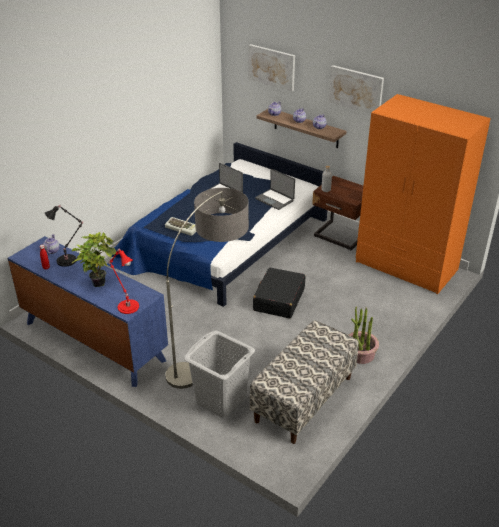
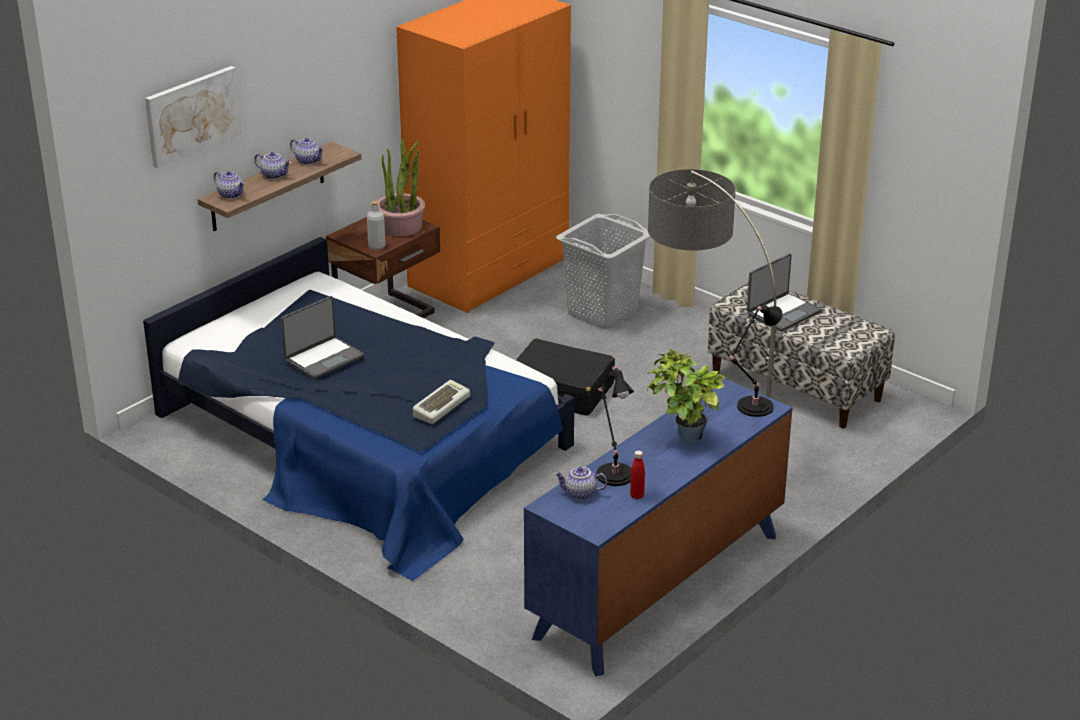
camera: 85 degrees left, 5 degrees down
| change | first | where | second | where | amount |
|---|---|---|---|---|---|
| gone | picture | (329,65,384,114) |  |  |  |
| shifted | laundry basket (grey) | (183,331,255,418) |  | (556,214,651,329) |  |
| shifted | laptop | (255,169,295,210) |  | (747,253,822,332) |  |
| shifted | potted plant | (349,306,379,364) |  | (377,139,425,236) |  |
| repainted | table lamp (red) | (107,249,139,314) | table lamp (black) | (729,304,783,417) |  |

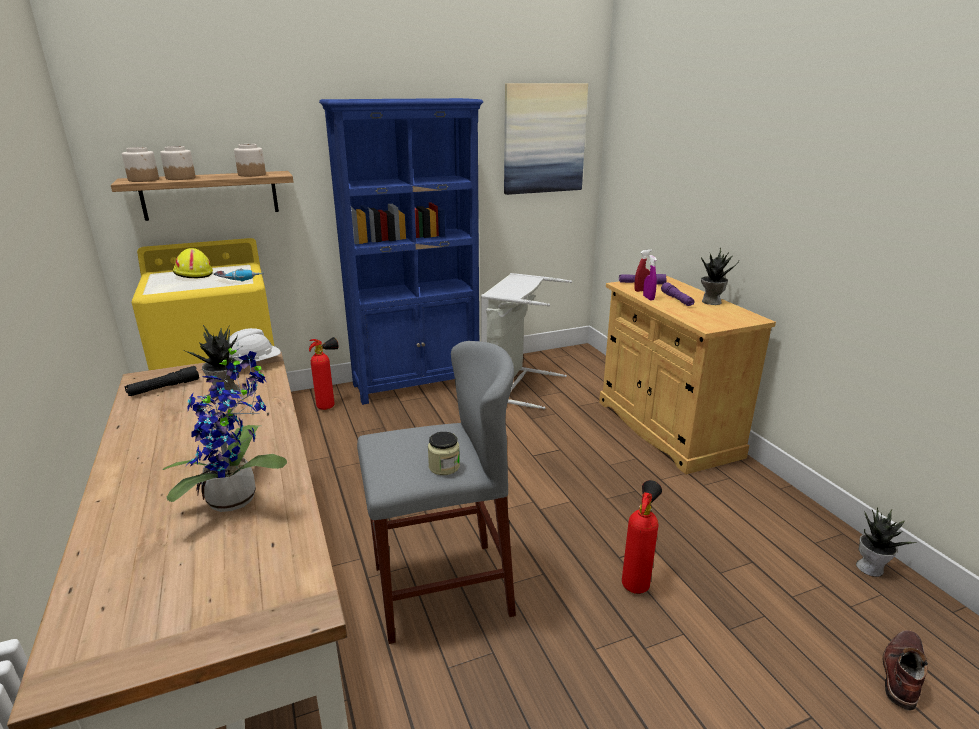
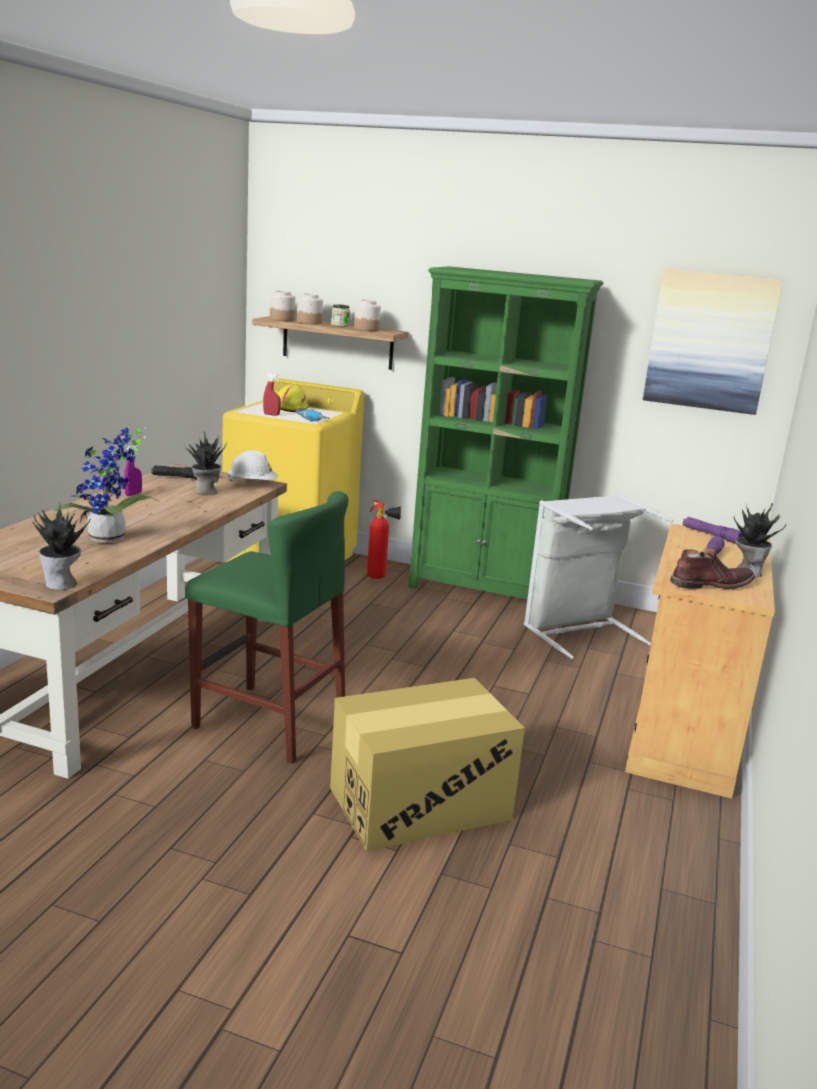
camera: 40 degrees right, 5 degrees down
| change | first | where | second | where | amount |
|---|---|---|---|---|---|
| shifted | jar | (428,432,460,475) |  | (331,304,350,327) |  |
| shifted | spray bottle (red) | (634,249,652,292) |  | (263,373,281,416) |  |
| shifted | spray bottle (purple) | (643,255,657,300) |  | (124,445,142,496) |  |
| shifted | potted plant | (856,508,918,577) |  | (33,502,91,590) |  |
| shifted | boot (brown) | (883,630,928,711) |  | (670,548,755,589) |  |
| swapped | fire extinguisher | (622,480,662,594) | cardboard box | (330,678,525,851) |  |
| repainted | bookcase (blue) | (319,98,483,405) | bookcase (green) | (408,266,604,599) |  |
| repainted | stool (grey) | (357,341,516,644) | stool (green) | (185,491,348,764) |  |

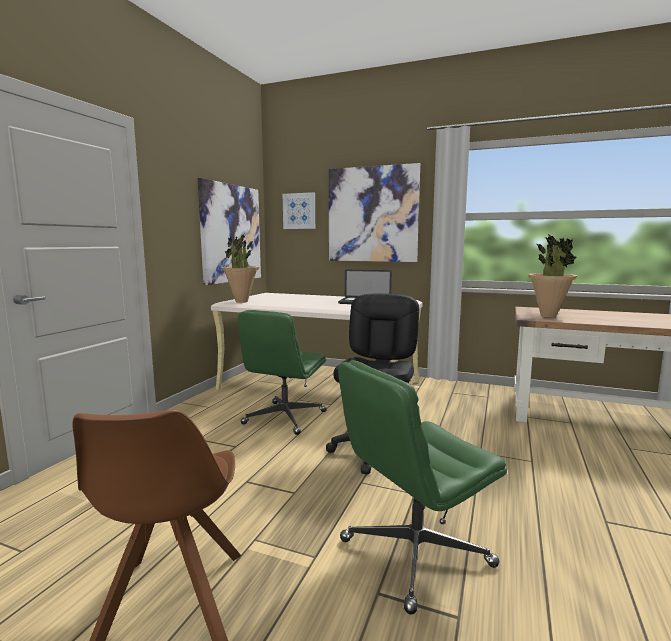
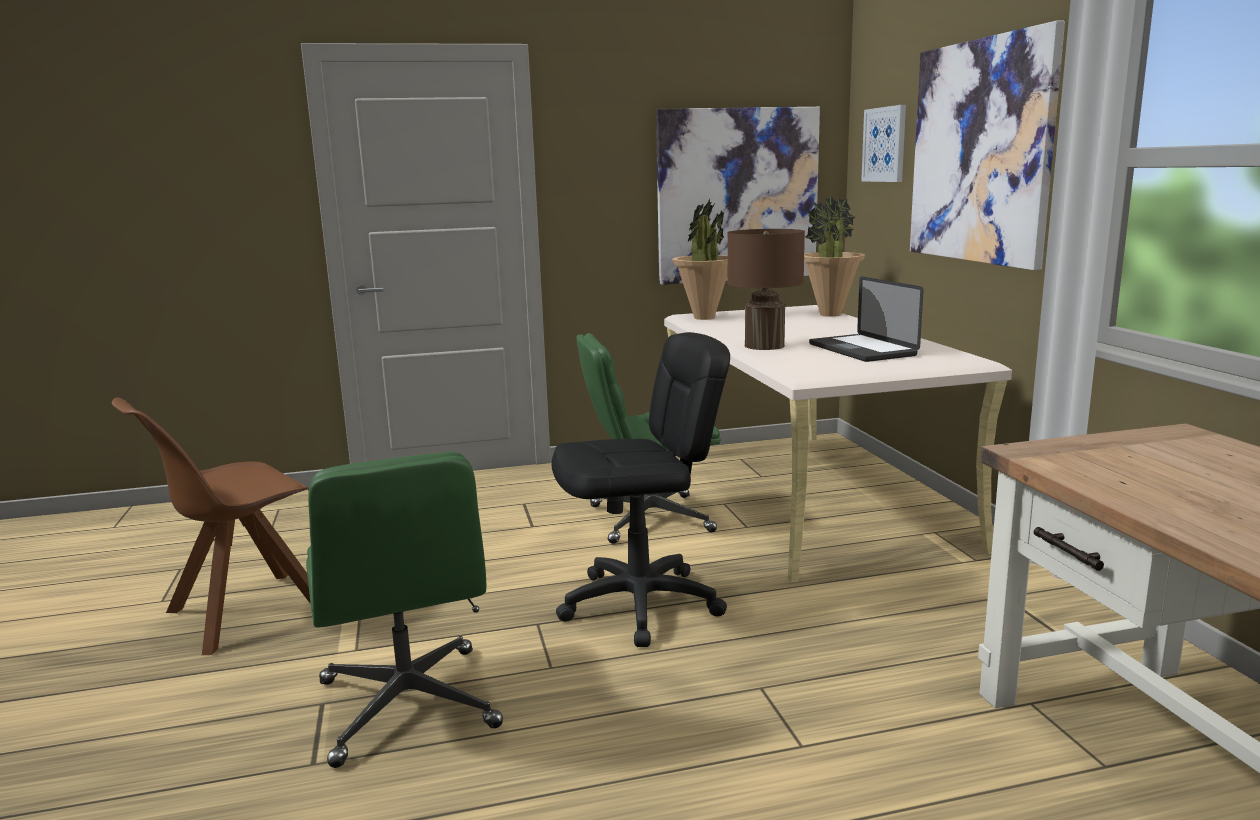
camera: 55 degrees right, 5 degrees up
| change | first | where | second | where | amount |
|---|---|---|---|---|---|
| new |  |  | table lamp (brown) | (727,229,805,350) |  |
| shifted | potted plant | (528,234,577,317) |  | (804,194,865,317) |  |
| rotated | office chair (green) | (338,360,507,615) |  | (306,452,503,768) | 135 degrees counterclockwise |

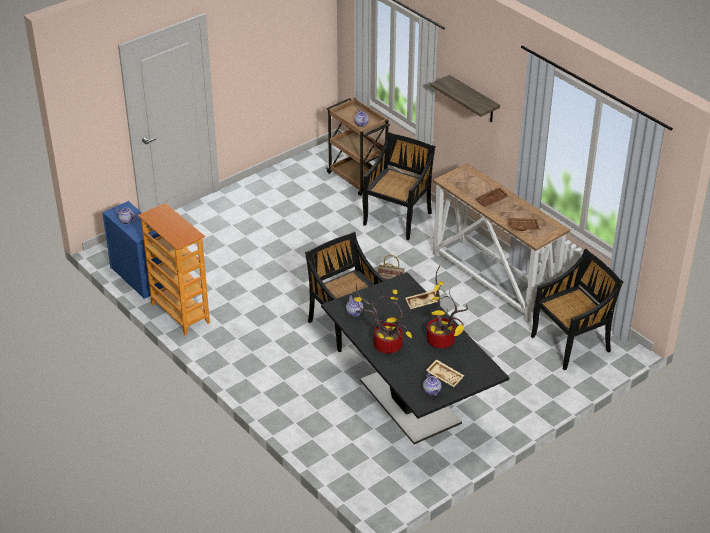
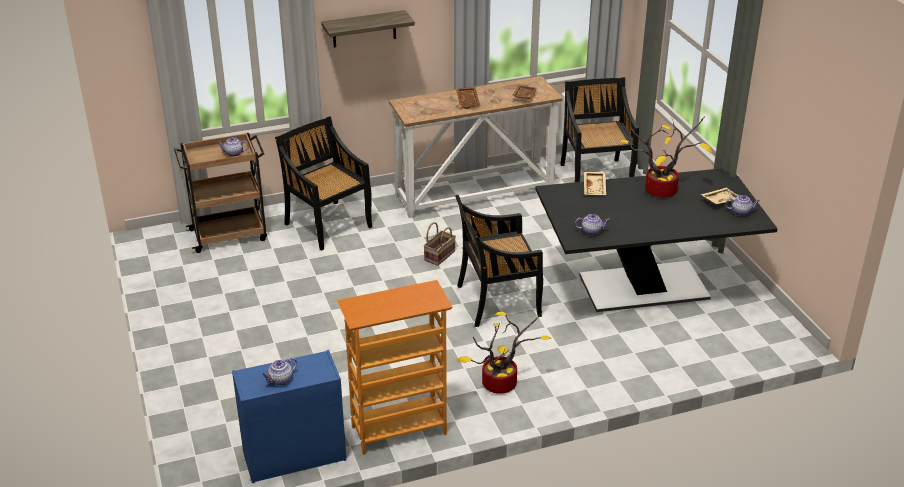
camera: 70 degrees left, 5 degrees down
| change | first | where | second | where | amount |
|---|---|---|---|---|---|
| shifted | potted plant | (354,283,412,353) |  | (456,312,551,394) |  |

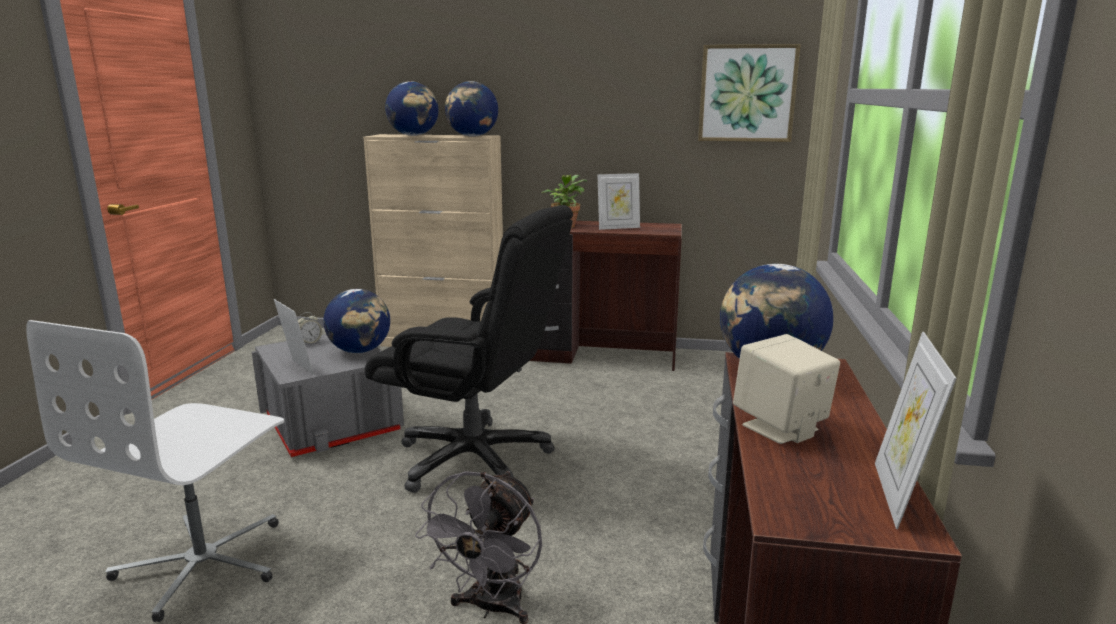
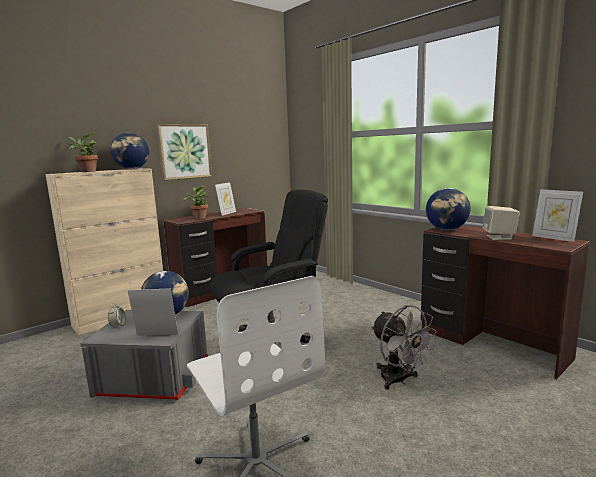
camera: 50 degrees left, 5 degrees down
| change | first | where | second | where | amount |
|---|---|---|---|---|---|
| shifted | picture | (698,44,801,142) |  | (157,124,212,180) |  |
| swapped | globe | (385,81,438,136) | potted plant | (66,133,99,172) |  |

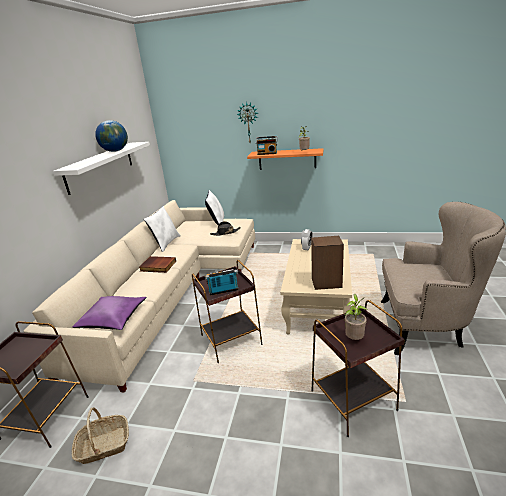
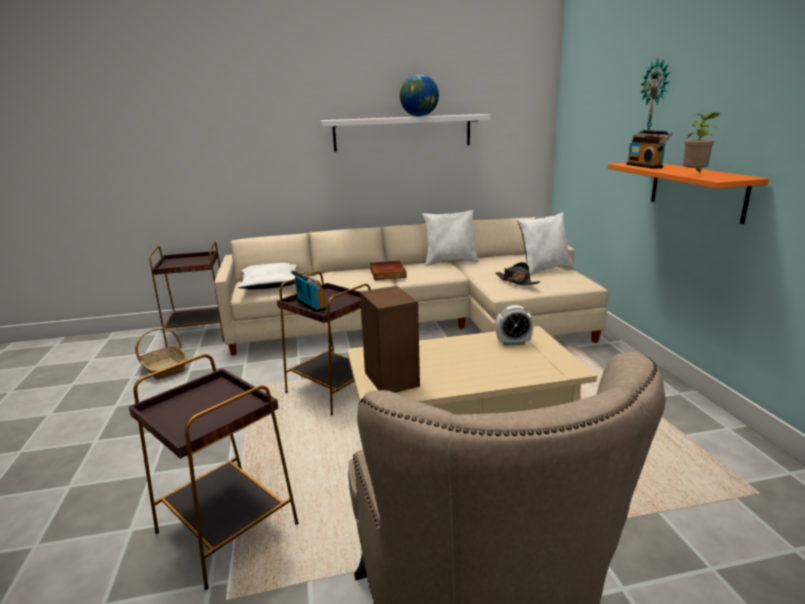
camera: 65 degrees right, 5 degrees down
| change | first | where | second | where | amount |
|---|---|---|---|---|---|
| gone | potted plant | (344,294,367,340) |  |  |  |
| repainted | pillow (purple) | (73,296,146,330) | pillow (white) | (237,263,297,290) |  |

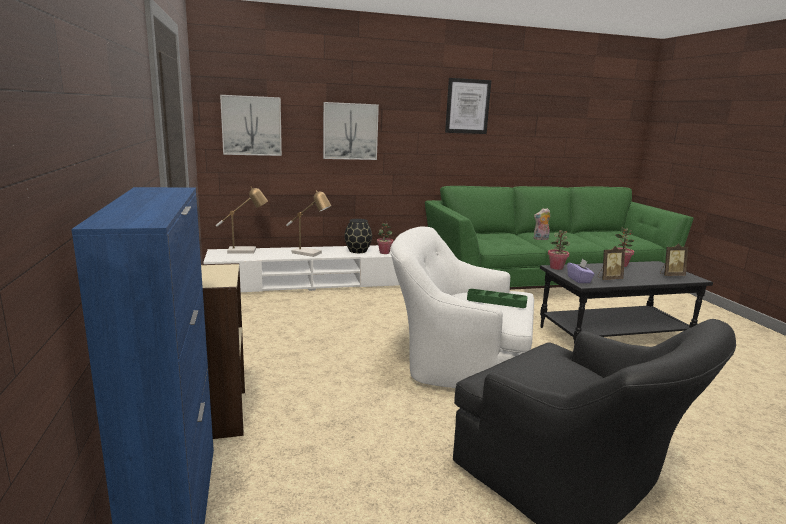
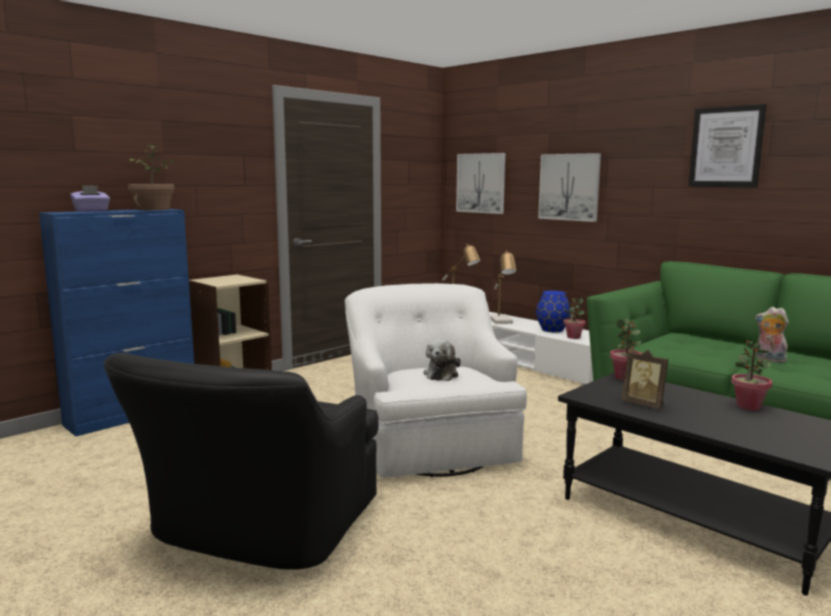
camera: 60 degrees right, 5 degrees down
| change | first | where | second | where | amount |
|---|---|---|---|---|---|
| gone | picture frame | (660,244,688,276) |  |  |  |
| new |  |  | potted plant | (128,143,175,210) |  |
| shifted | tissue box (purple) | (567,259,595,283) |  | (70,185,110,212) |  |
| swapped | tray (green) | (467,289,527,308) | plush toy | (423,339,461,381) |  |
| repainted | vase (black) | (344,219,372,253) | vase (blue) | (536,291,570,333) |  |

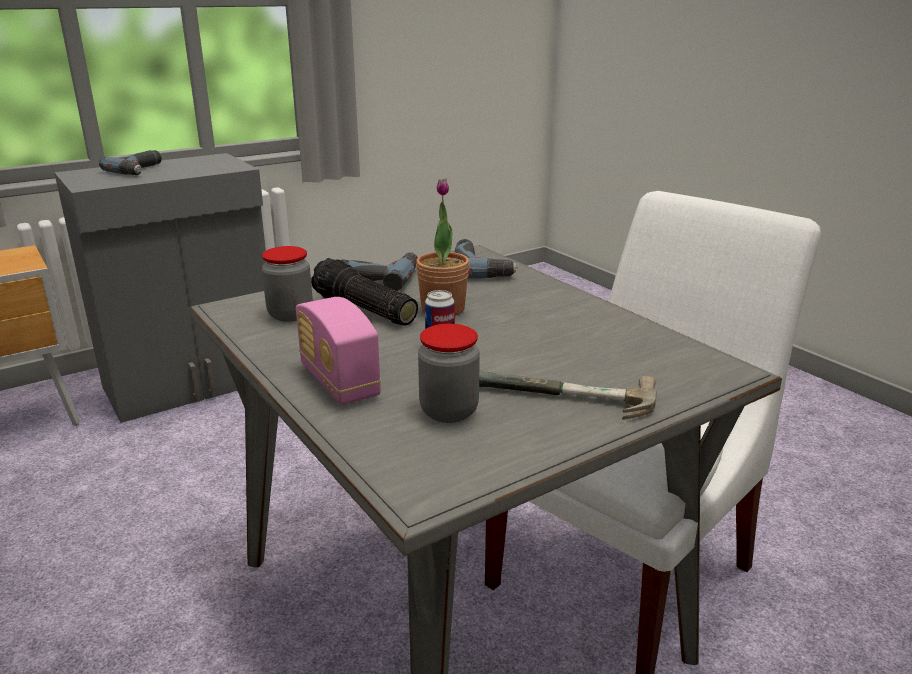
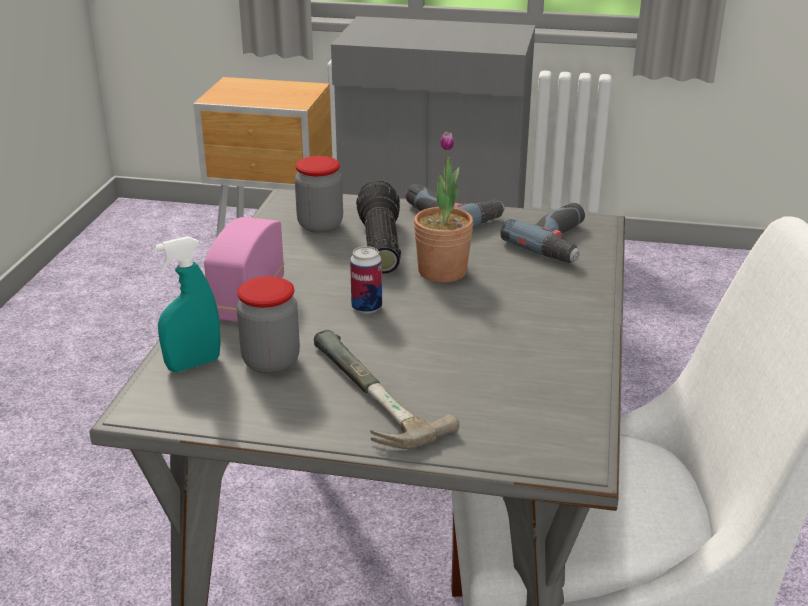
camera: 45 degrees right, 5 degrees up
| change | first | where | second | where | amount |
|---|---|---|---|---|---|
| gone | power drill | (99,150,162,175) |  |  |  |
| new |  |  | spray bottle (turquoise) | (155,236,221,372) |  |

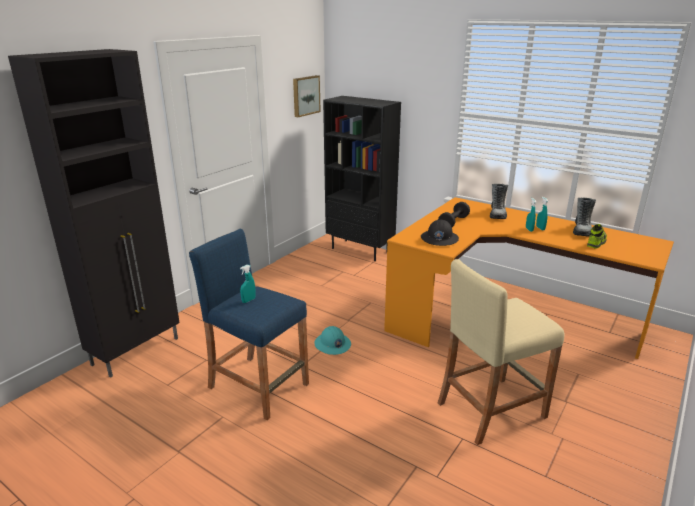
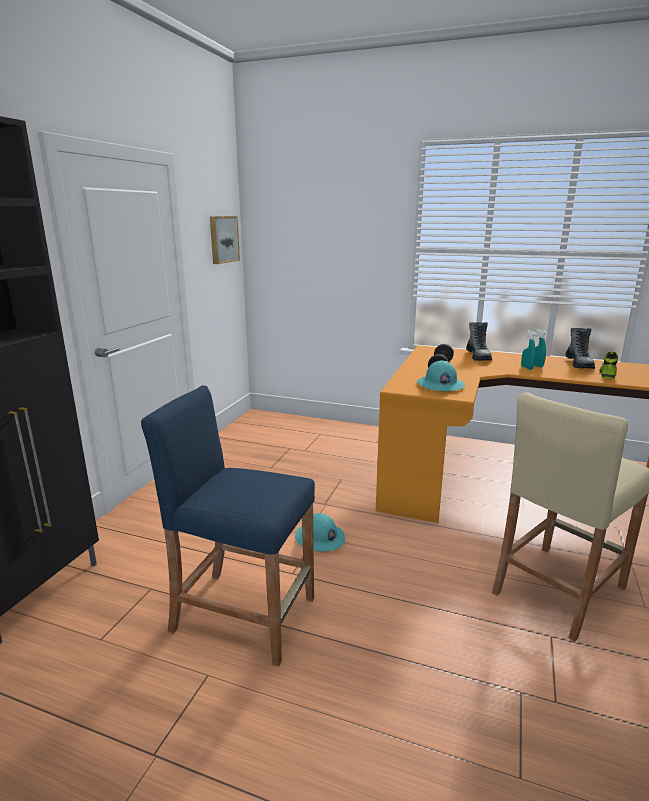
camera: 15 degrees left, 5 degrees down
| change | first | where | second | where | amount |
|---|---|---|---|---|---|
| gone | spray bottle (turquoise) | (240,265,256,303) |  |  |  |
| gone | bookcase (black) | (323,96,401,261) |  |  |  |
| repainted | hard hat (black) | (421,219,459,246) | hard hat (turquoise) | (417,360,465,391) |  |

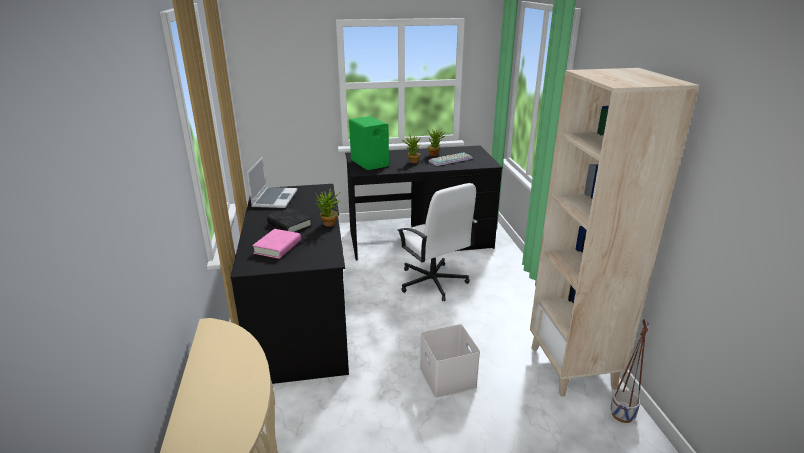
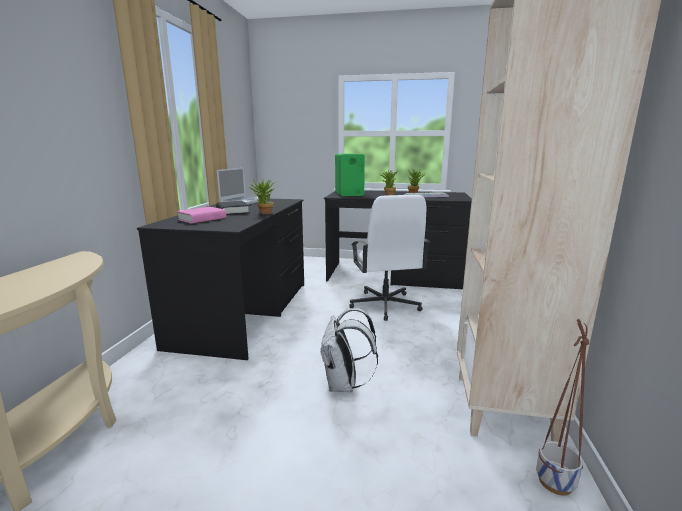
camera: 20 degrees right, 10 degrees down
| change | first | where | second | where | amount |
|---|---|---|---|---|---|
| swapped | storage box (white) | (420,324,480,398) | backpack (white) | (320,308,378,392) |  |

